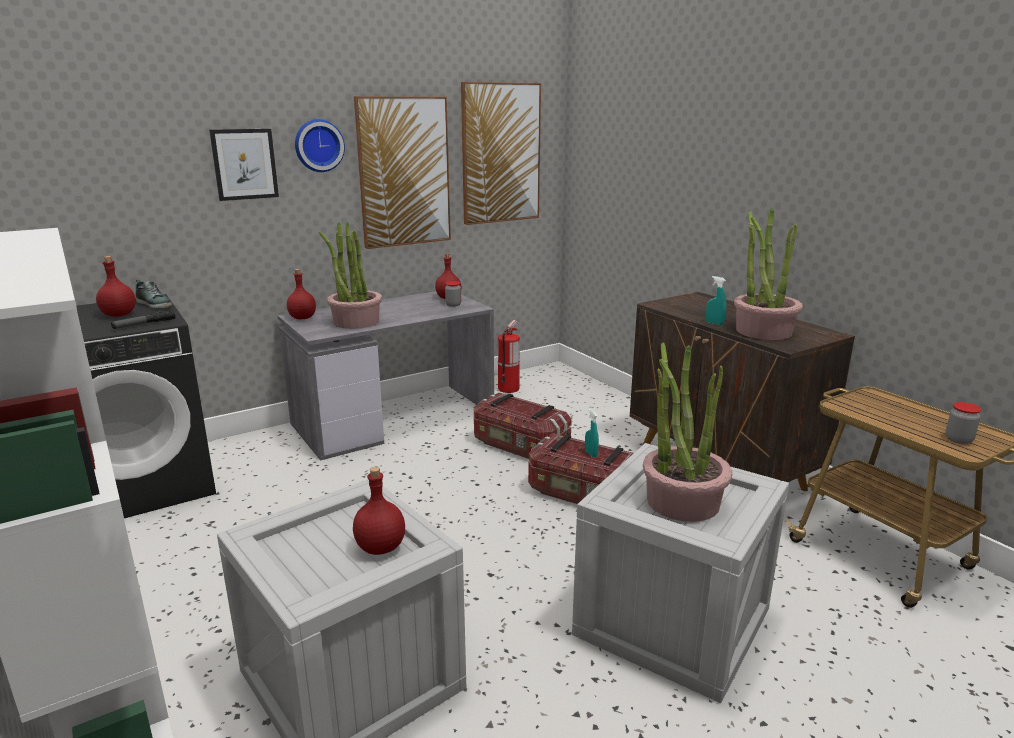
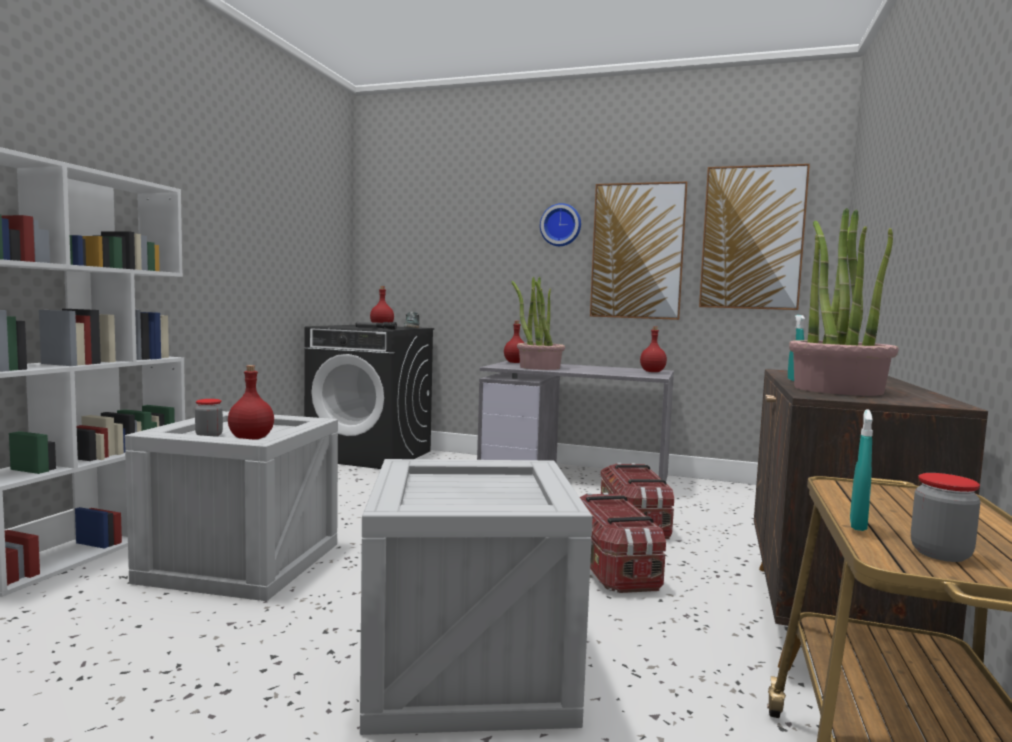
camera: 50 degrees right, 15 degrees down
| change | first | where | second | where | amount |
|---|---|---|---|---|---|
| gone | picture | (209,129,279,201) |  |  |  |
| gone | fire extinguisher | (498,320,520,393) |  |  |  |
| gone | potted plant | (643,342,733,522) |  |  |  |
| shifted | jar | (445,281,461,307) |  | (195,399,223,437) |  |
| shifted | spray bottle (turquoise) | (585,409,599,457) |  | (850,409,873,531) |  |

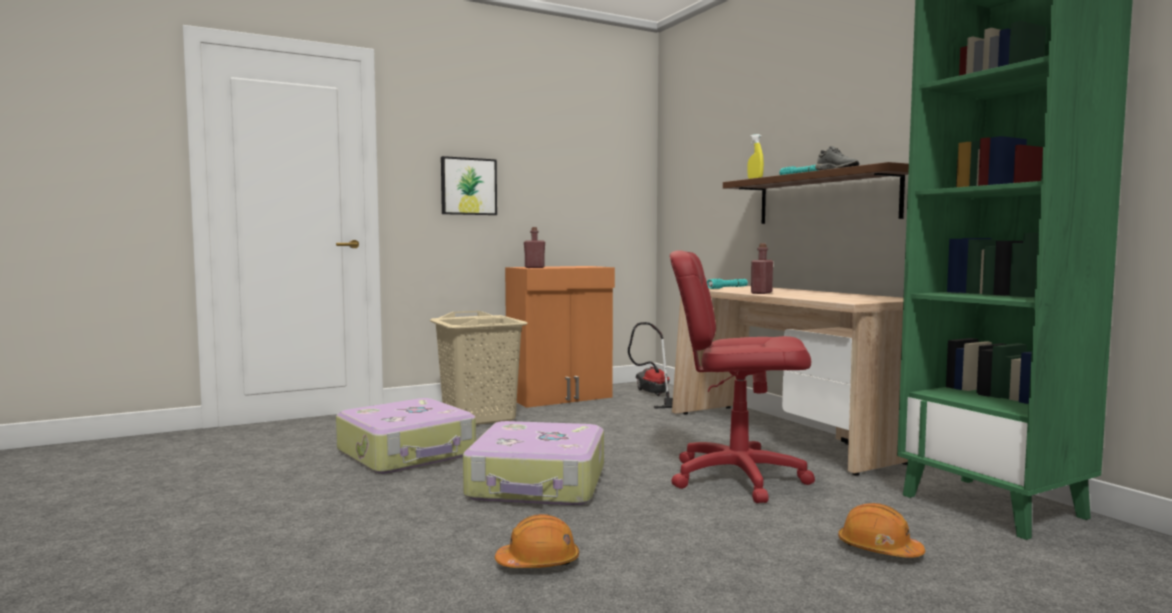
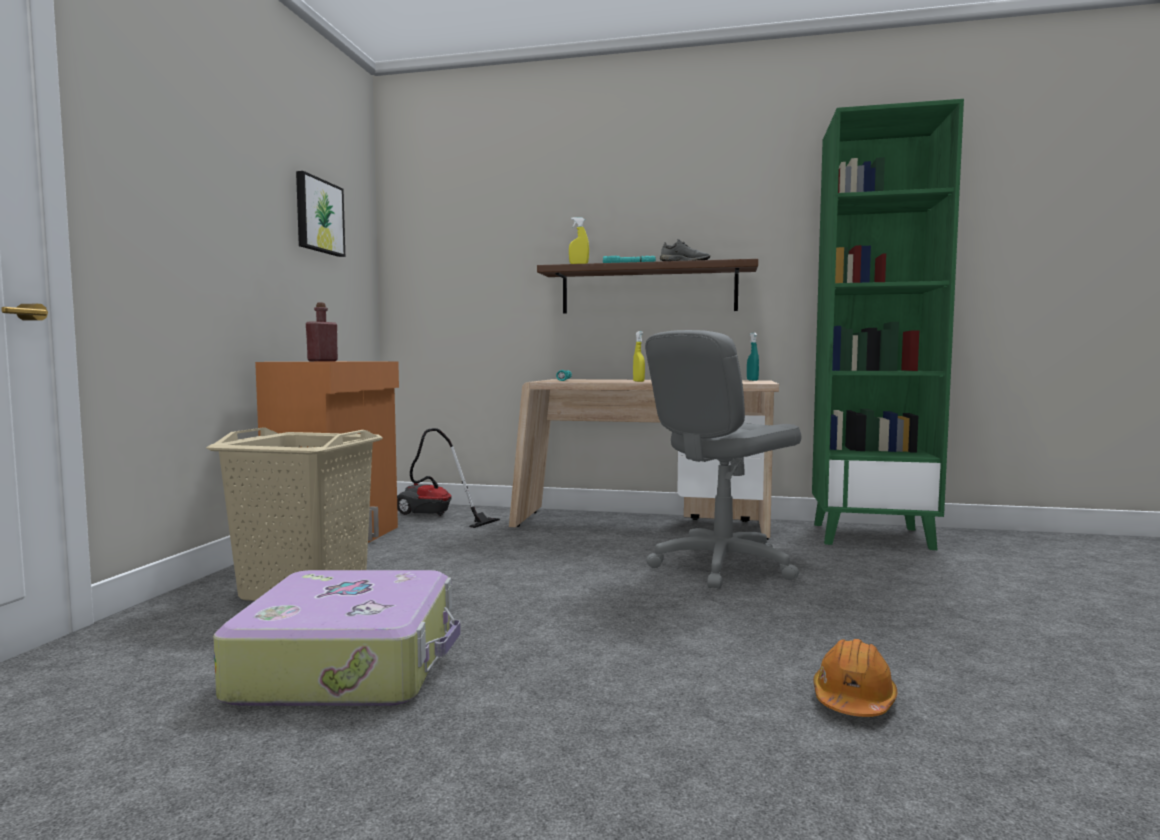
camera: 50 degrees left, 0 degrees up
| change | first | where | second | where | amount |
|---|---|---|---|---|---|
| gone | suitcase | (463,421,604,505) |  |  |  |
| gone | hard hat (orange) | (838,503,925,558) |  |  |  |
| new |  |  | spray bottle (turquoise) | (747,333,759,381) |  |
| shifted | picture | (441,156,497,215) |  | (296,171,345,257) |  |
| swapped | bottle (red) | (751,243,773,294) | spray bottle (yellow) | (633,331,645,382) |  |
| repainted | office chair (red) | (670,250,815,503) | office chair (grey) | (645,330,801,589) |  |

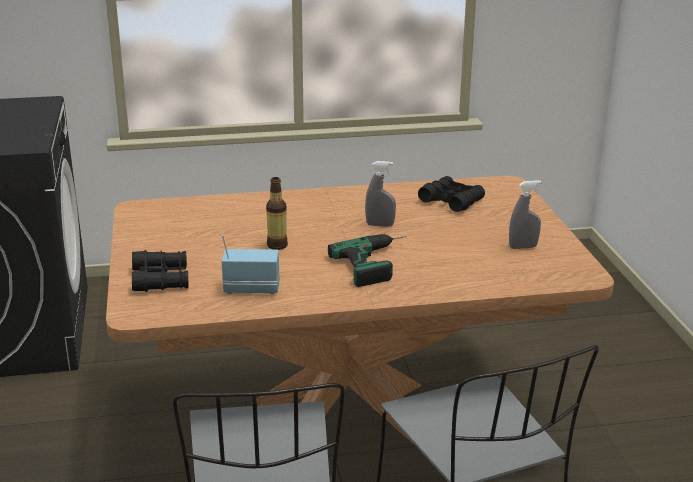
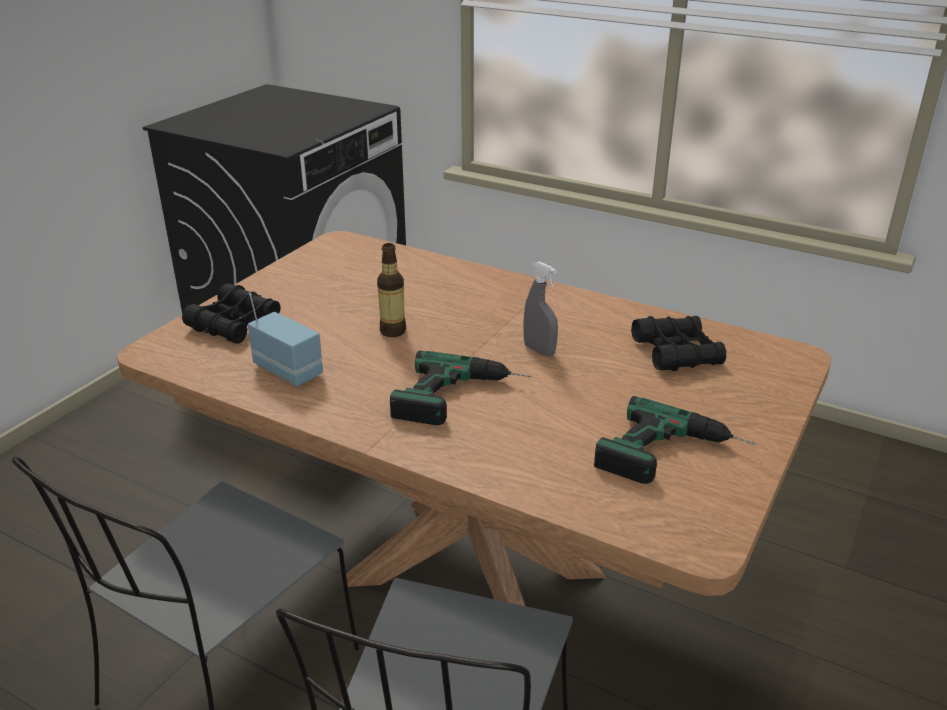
camera: 40 degrees right, 5 degrees up
| change | first | where | second | where | amount |
|---|---|---|---|---|---|
| swapped | spray bottle (grey) | (509,180,541,249) | power drill | (594,396,756,484) |  |

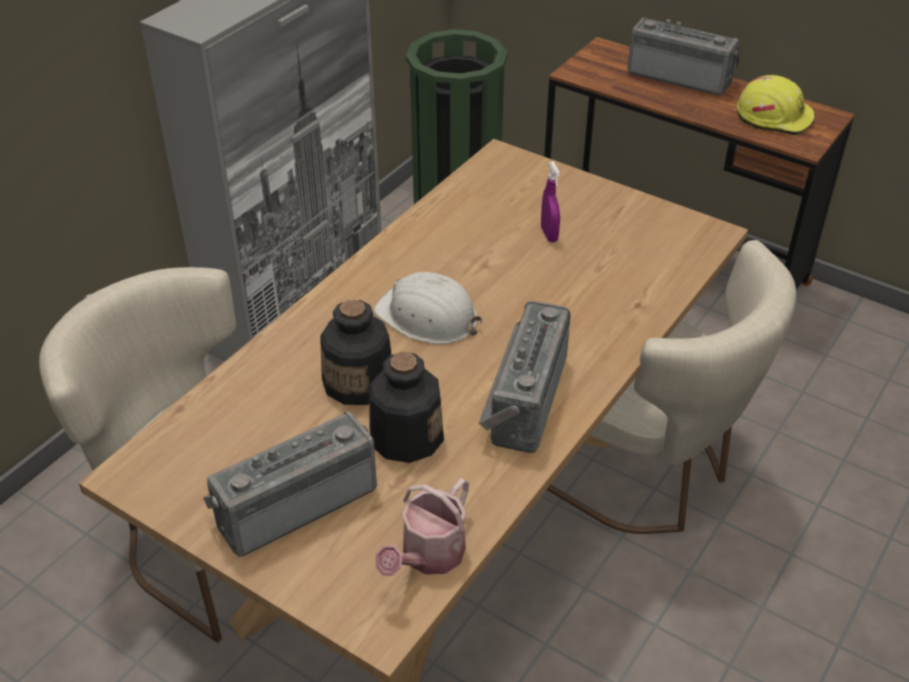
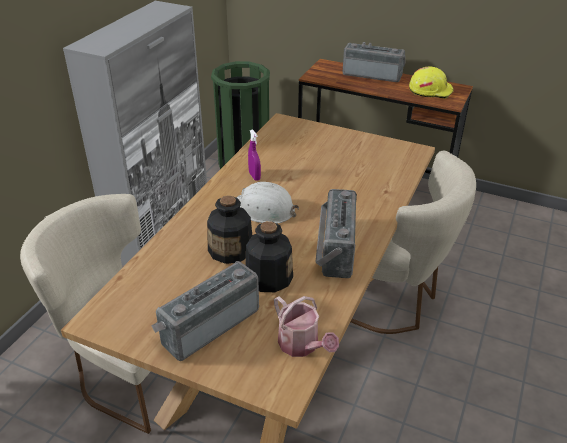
camera: 10 degrees left, 5 degrees down
| change | first | where | second | where | amount |
|---|---|---|---|---|---|
| shifted | spray bottle (purple) | (541,161,560,242) |  | (248,129,261,181) |  |
| rotated | watering can | (376,478,469,576) |  | (274,296,339,357) | 60 degrees counterclockwise |

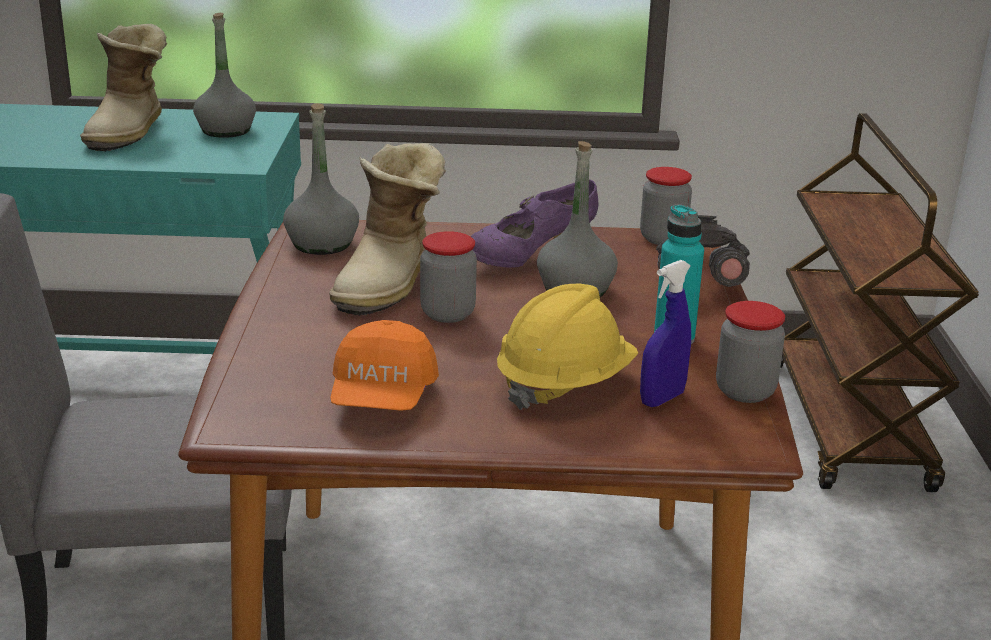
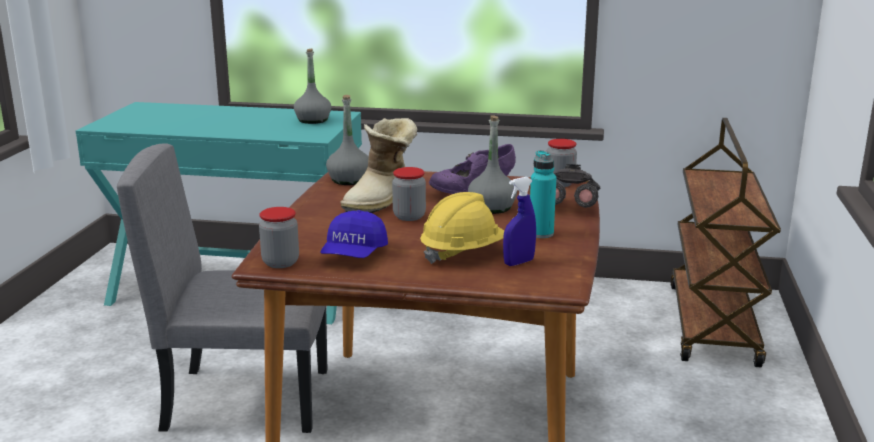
camera: 10 degrees right, 5 degrees down
| change | first | where | second | where | amount |
|---|---|---|---|---|---|
| gone | boot | (80,24,167,151) |  |  |  |
| shifted | jar | (716,301,785,403) |  | (259,207,299,268) |  |
| repainted | cap (orange) | (331,320,439,411) | cap (blue) | (320,210,388,258) |  |

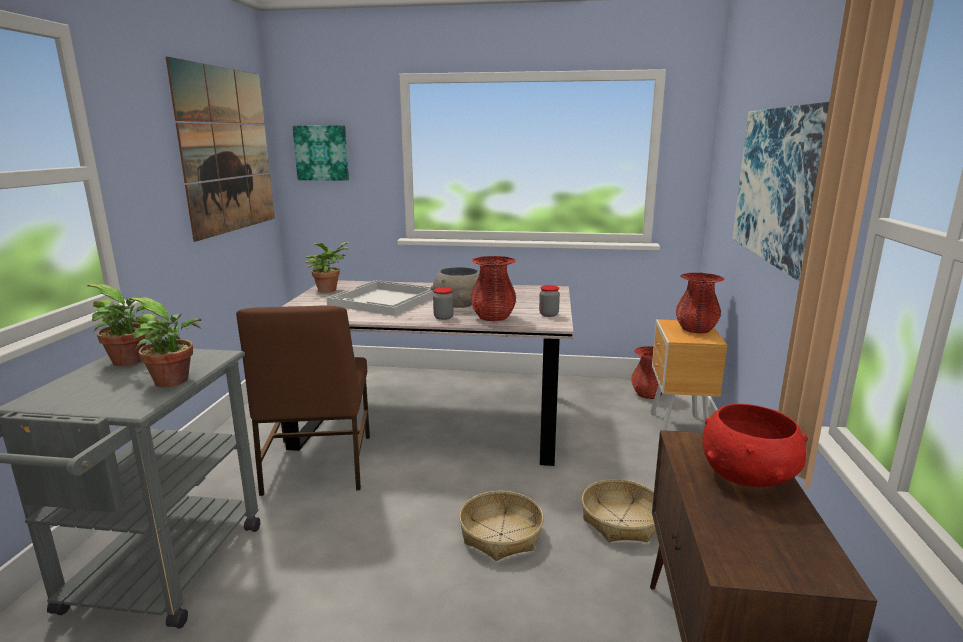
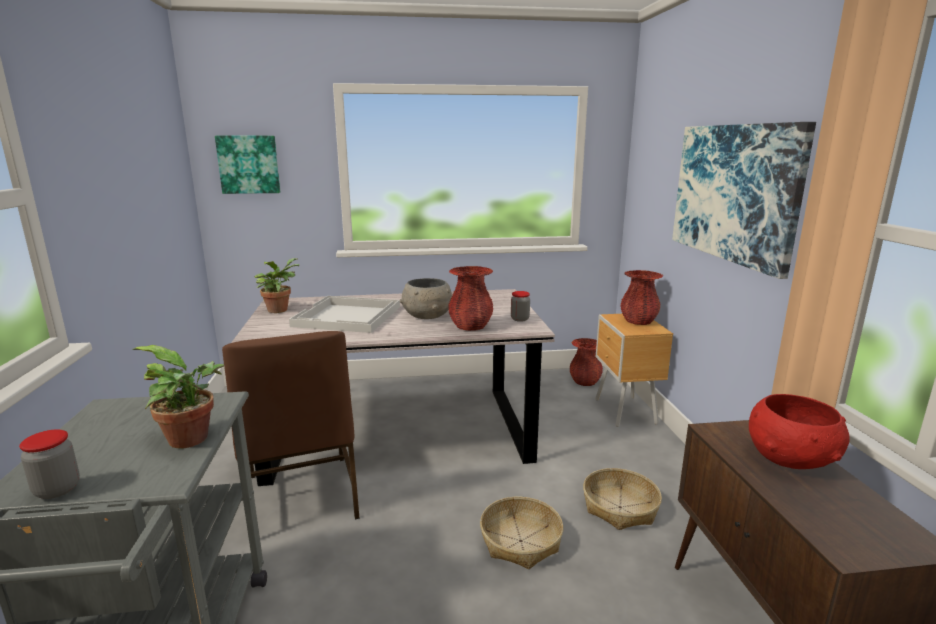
camera: 15 degrees left, 0 degrees up
| change | first | where | second | where | amount |
|---|---|---|---|---|---|
| gone | potted plant | (86,284,146,366) |  |  |  |
| gone | picture | (166,57,275,242) |  |  |  |
| shifted | jar | (433,288,454,320) |  | (19,429,80,499) |  |

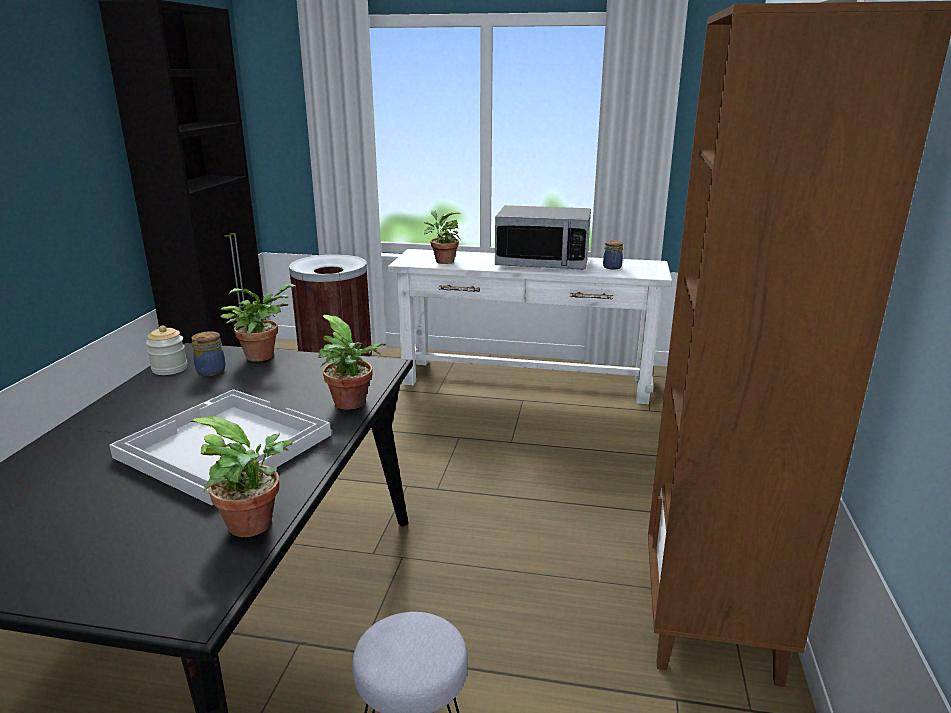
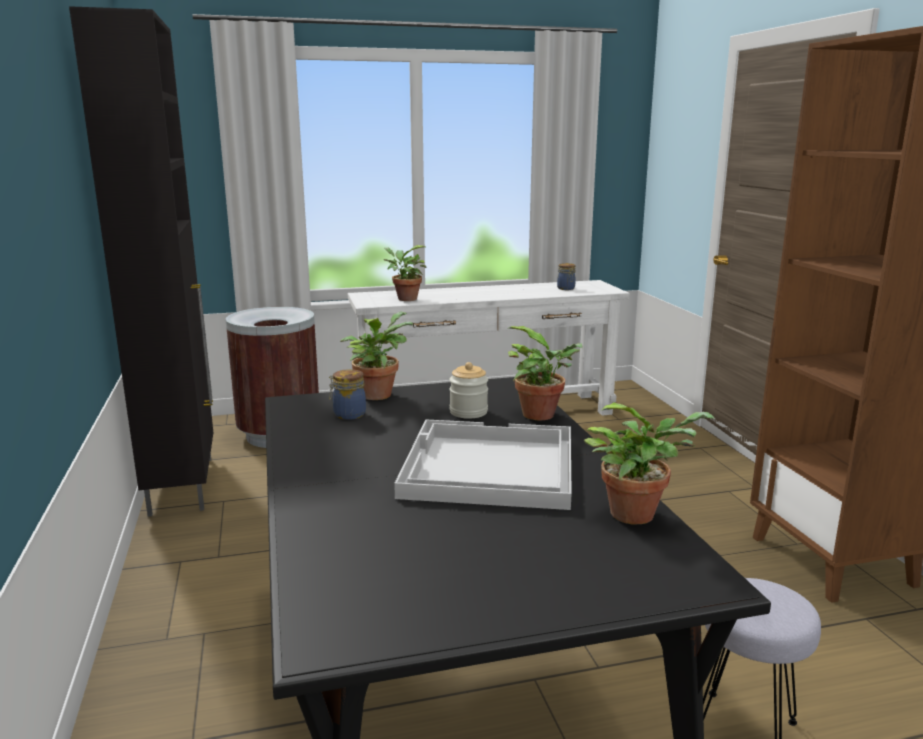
camera: 25 degrees left, 5 degrees down
| change | first | where | second | where | amount |
|---|---|---|---|---|---|
| gone | microwave | (495,205,591,270) |  |  |  |
| shifted | jar | (146,325,187,375) |  | (449,362,488,419) |  |

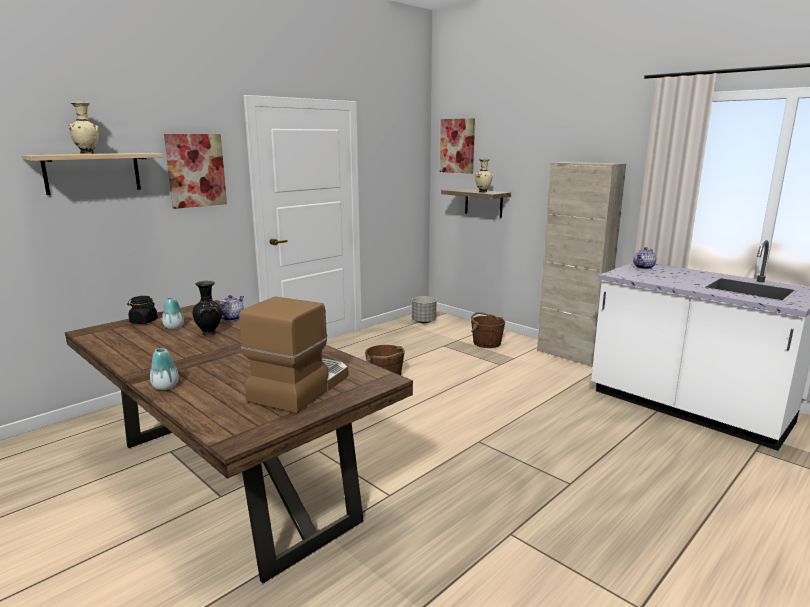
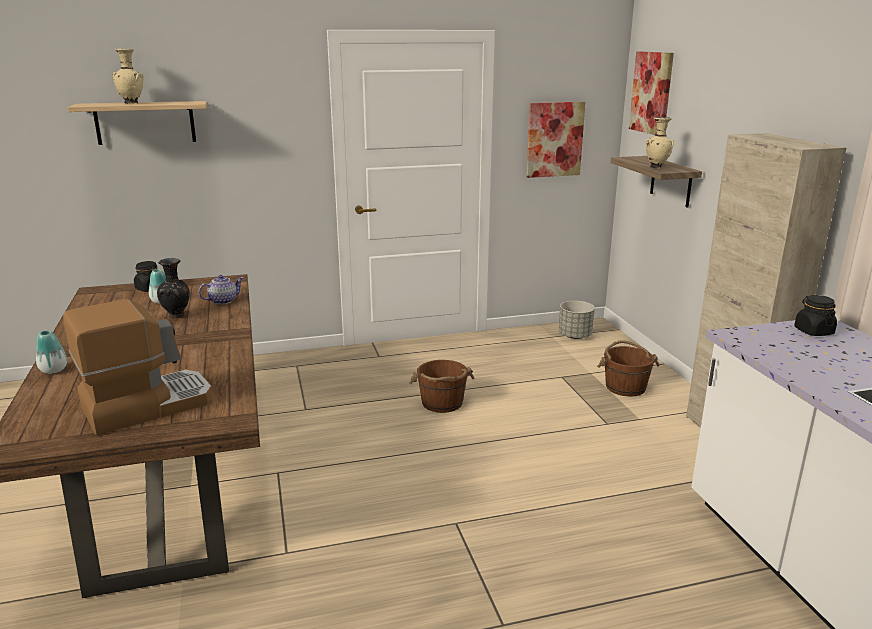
camera: 30 degrees right, 5 degrees up
| change | first | where | second | where | amount |
|---|---|---|---|---|---|
| shifted | picture | (164,134,227,209) |  | (526,102,585,178) |  |
| swapped | teapot | (633,247,656,269) | jar (black) | (794,295,837,336) |  |

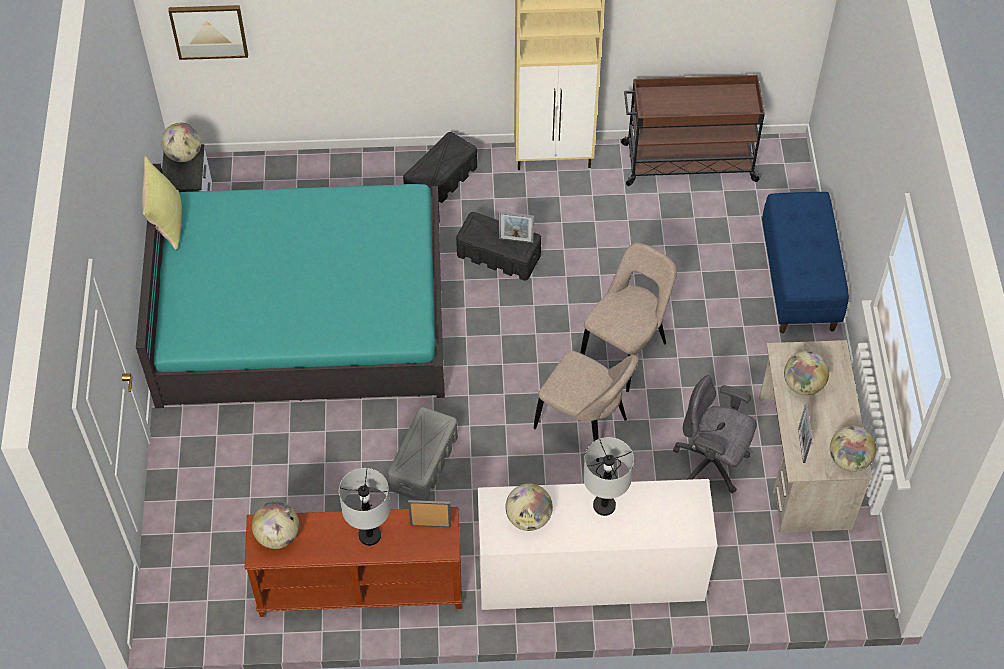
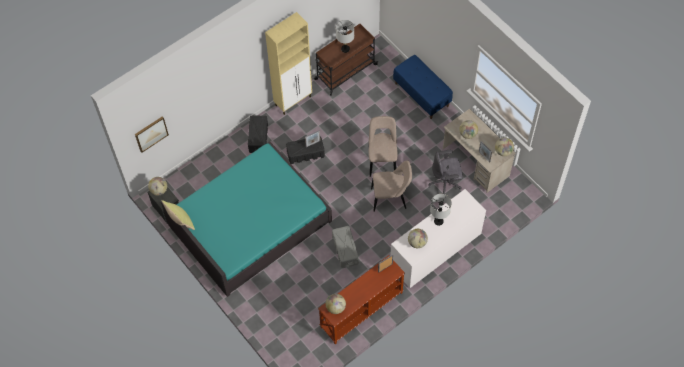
camera: 35 degrees left, 5 degrees up
| change | first | where | second | where | amount |
|---|---|---|---|---|---|
| shifted | table lamp (grey) | (339,468,391,546) |  | (336,20,354,53) |  |

